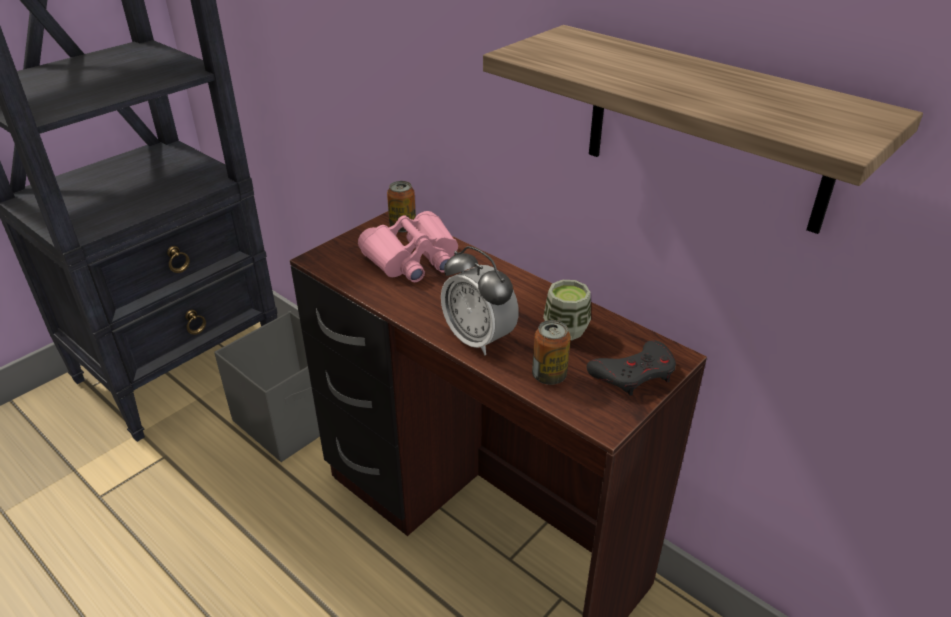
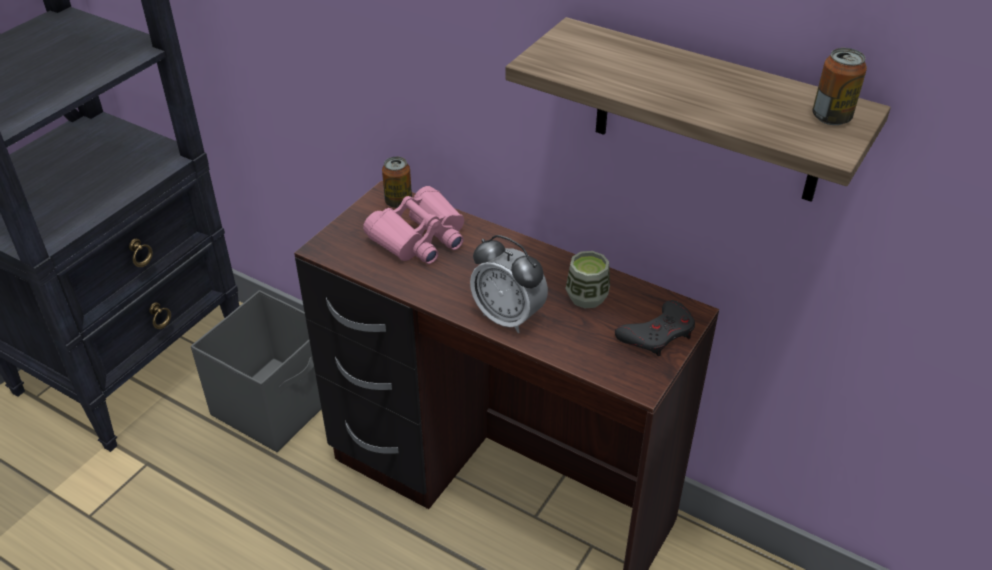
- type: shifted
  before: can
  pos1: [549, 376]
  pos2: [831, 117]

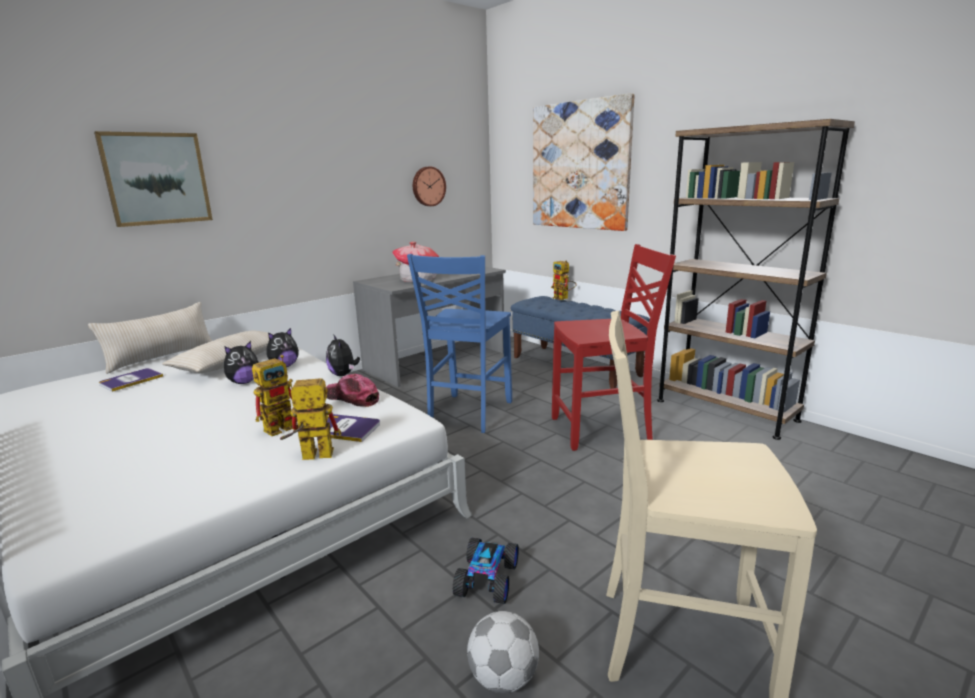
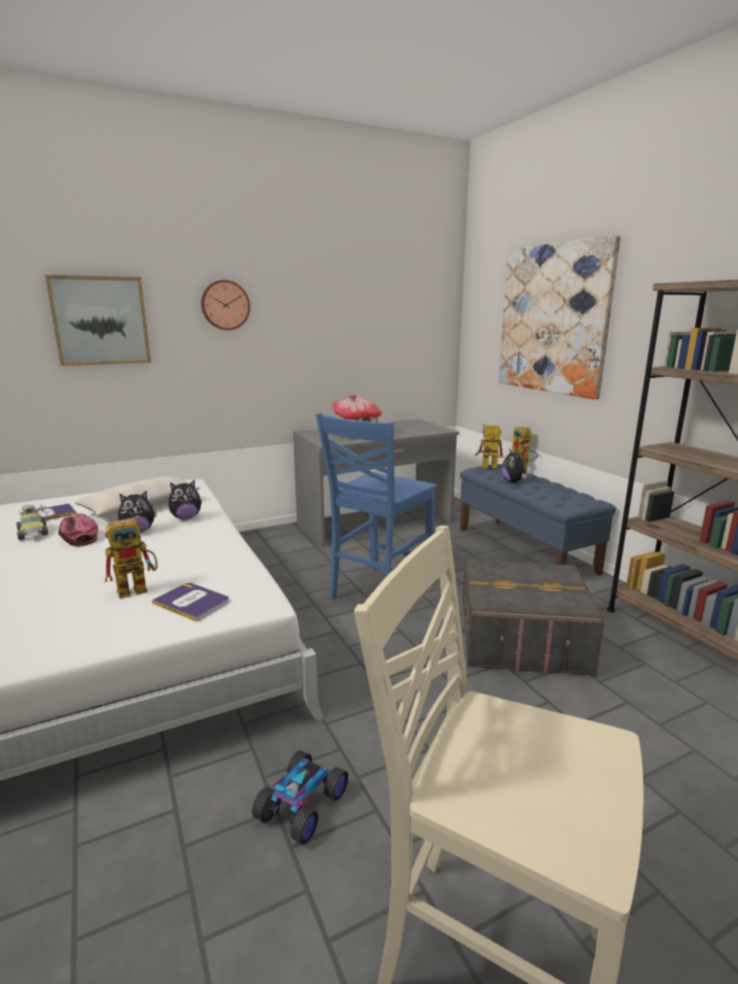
- type: shifted
  before: wall clock
  pos1: [428, 186]
  pos2: [225, 305]
- type: swapped
  before: red chair
  after: grey storage box
  pos1: [603, 430]
  pos2: [522, 637]
- type: gone
  before: beige pillow
  pos1: [161, 357]
- type: shifted
  before: plush toy
  pos1: [343, 374]
  pos2: [513, 482]
- type: shifted
  before: cap
  pos1: [352, 398]
  pos2: [77, 536]
- type: shifted
  before: toy robot
  pos1: [310, 456]
  pos2: [485, 467]
- type: gone
  before: football
  pos1: [504, 677]
- type: new
  after: toy car
  pos2: [34, 532]

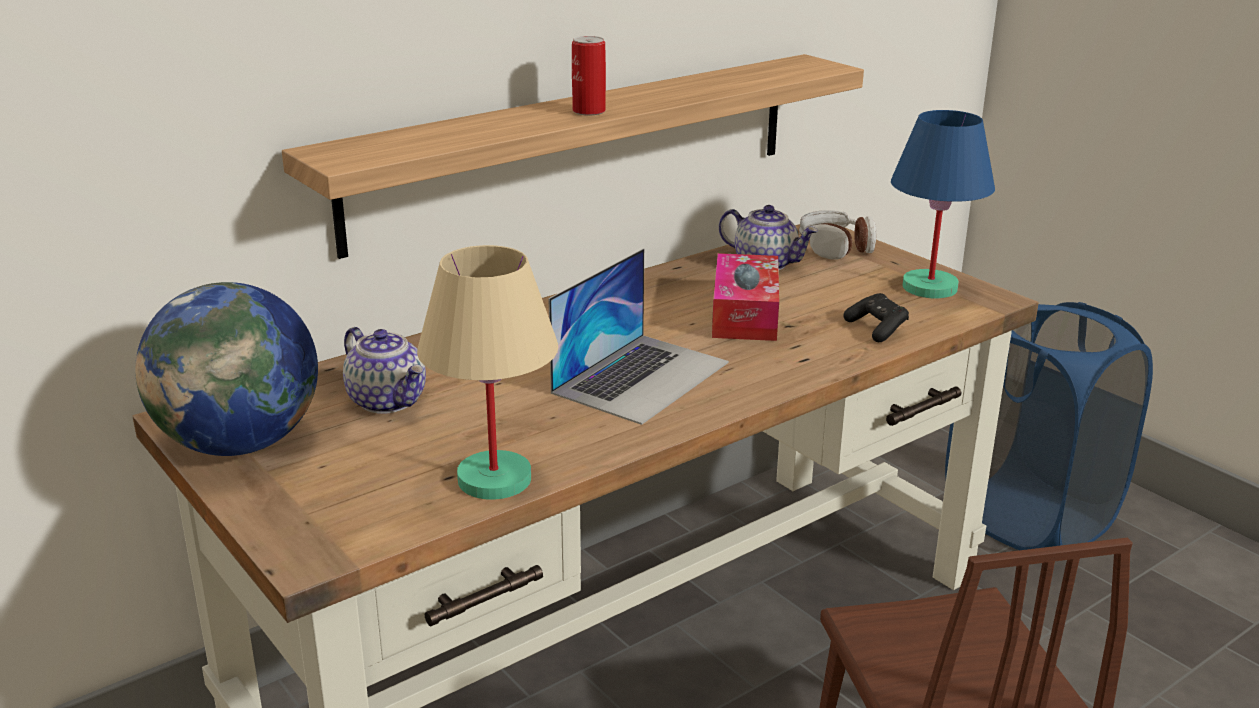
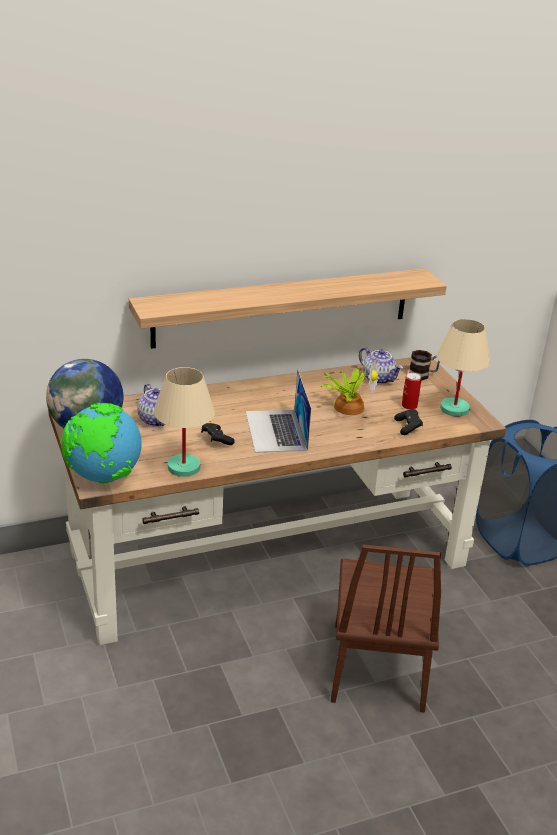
- type: shifted
  before: can
  pos1: [589, 111]
  pos2: [409, 406]
- type: repainted
  before: blue table lamp
  after: beige table lamp
  pos1: [929, 288]
  pos2: [454, 409]
- type: swapped
  before: headphones
  after: mug
  pos1: [835, 247]
  pos2: [423, 375]
- type: rotated
  before: laptop
  pos1: [641, 377]
  pos2: [276, 431]
  turn: 120
- type: swapped
  before: tissue box
  after: potted plant
  pos1: [745, 314]
  pos2: [347, 406]
- type: new
  after: globe
  pos2: [103, 477]
- type: new
  after: black game controller
  pos2: [216, 440]

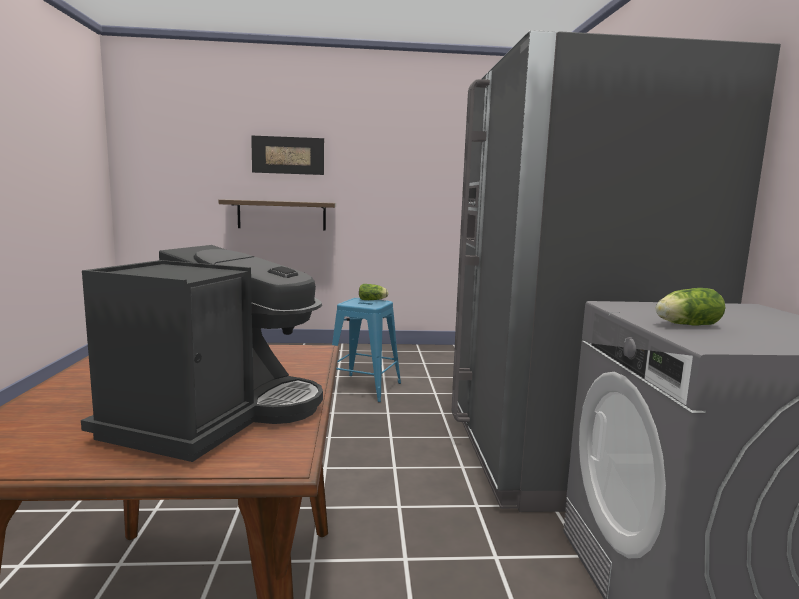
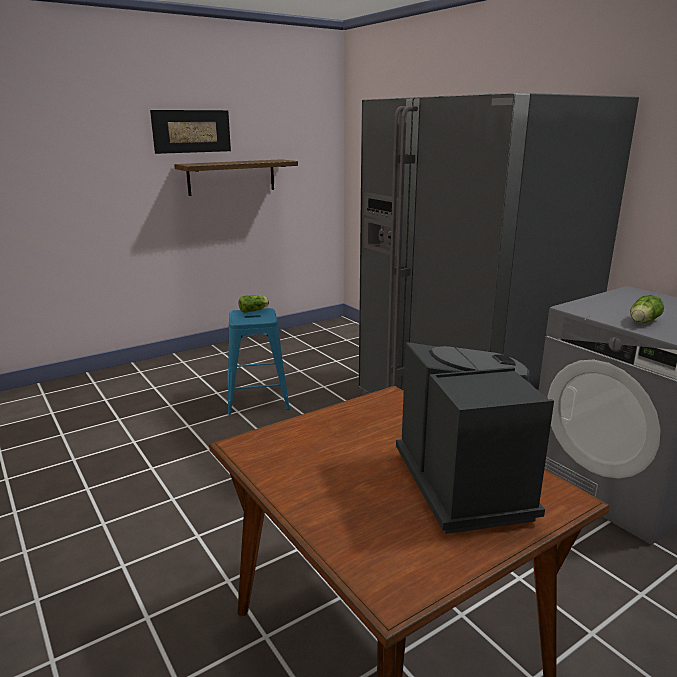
- type: shifted
  before: picture
  pos1: [288, 155]
  pos2: [192, 131]
- type: shifted
  before: shelf
  pos1: [282, 215]
  pos2: [231, 177]

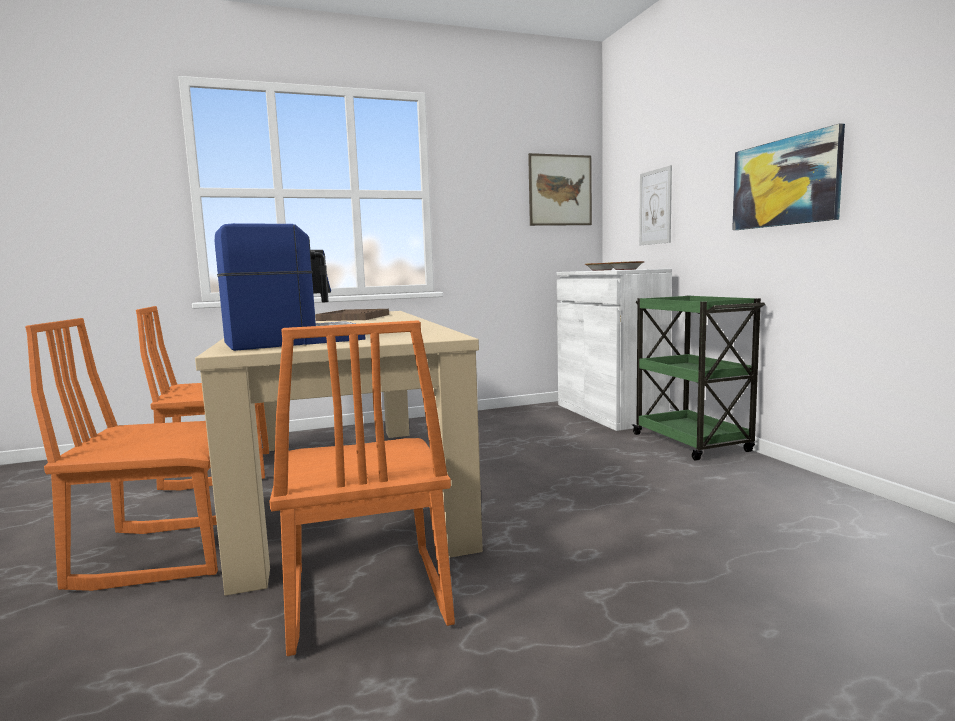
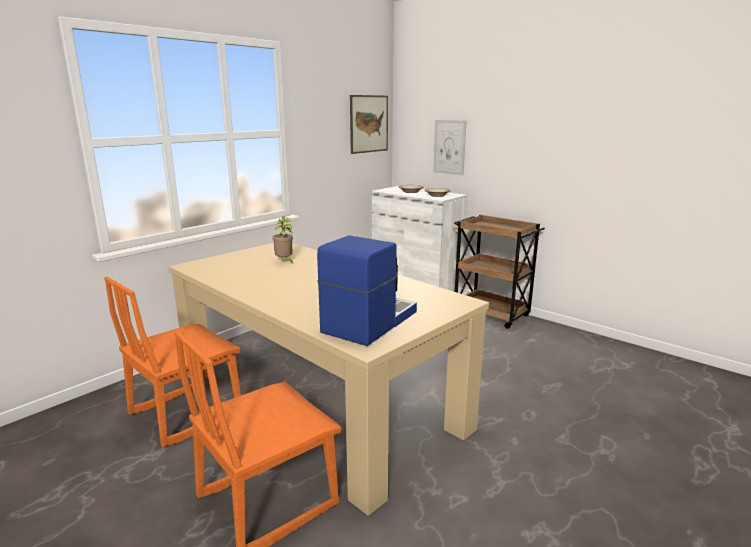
- type: gone
  before: picture
  pos1: [785, 182]
- type: repainted
  before: green cart
  after: brown cart
  pos1: [692, 443]
  pos2: [491, 314]
- type: swapped
  before: brown tray
  after: potted plant
  pos1: [354, 317]
  pos2: [284, 261]
- type: gone
  before: orange chair
  pos1: [364, 598]

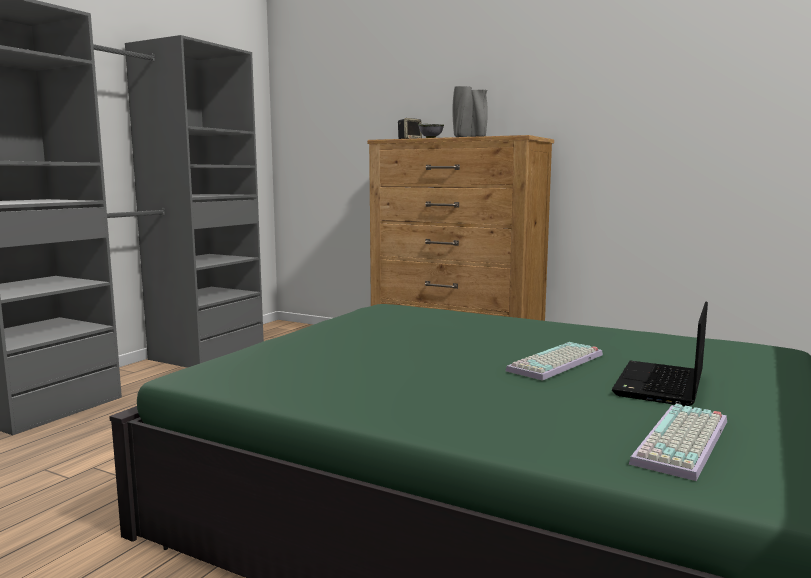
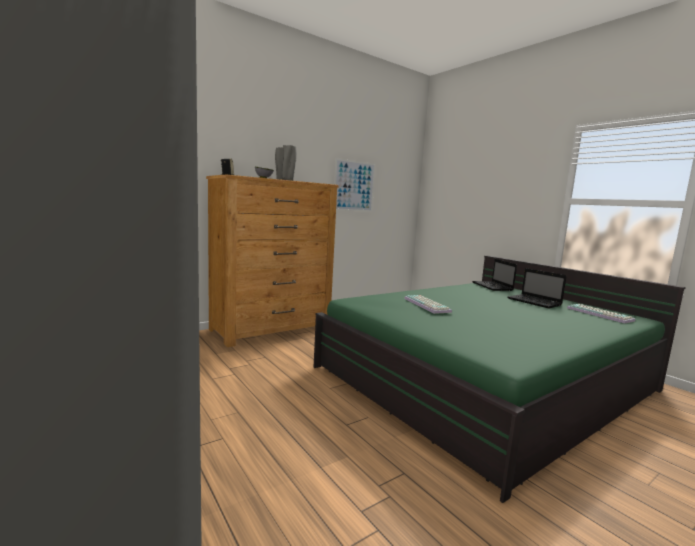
- type: shifted
  before: keyboard
  pos1: [557, 363]
  pos2: [428, 305]
- type: new
  after: picture
  pos2: [354, 186]
- type: new
  after: laptop
  pos2: [493, 287]

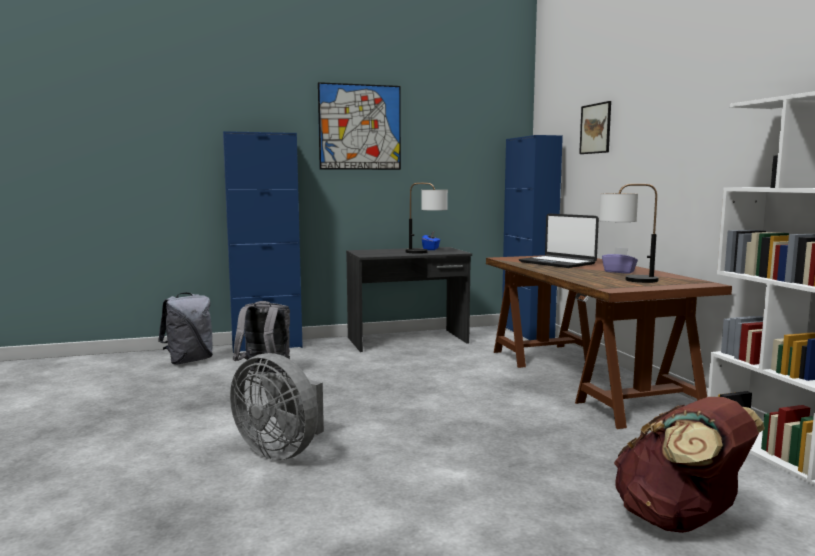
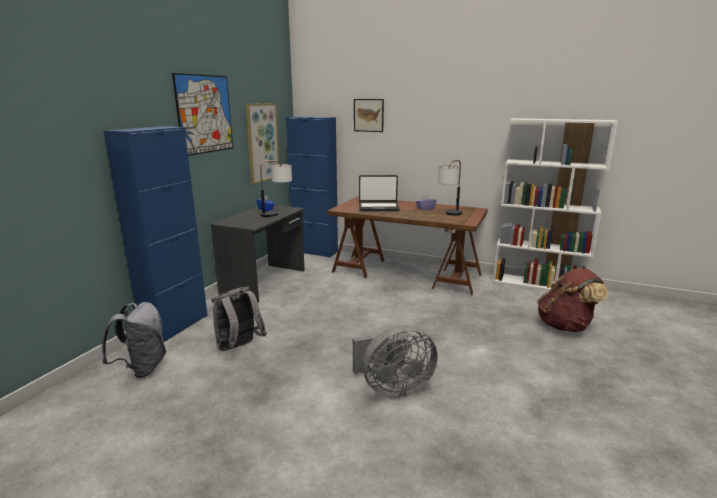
- type: new
  after: picture
  pos2: [262, 142]

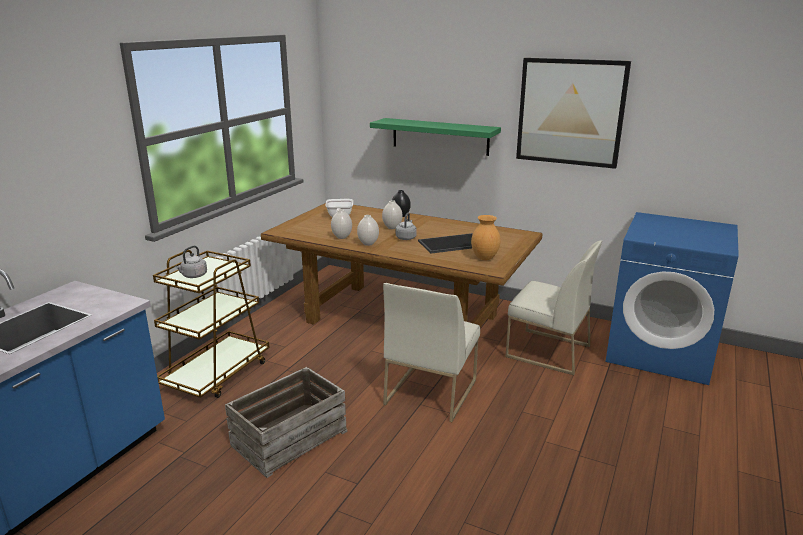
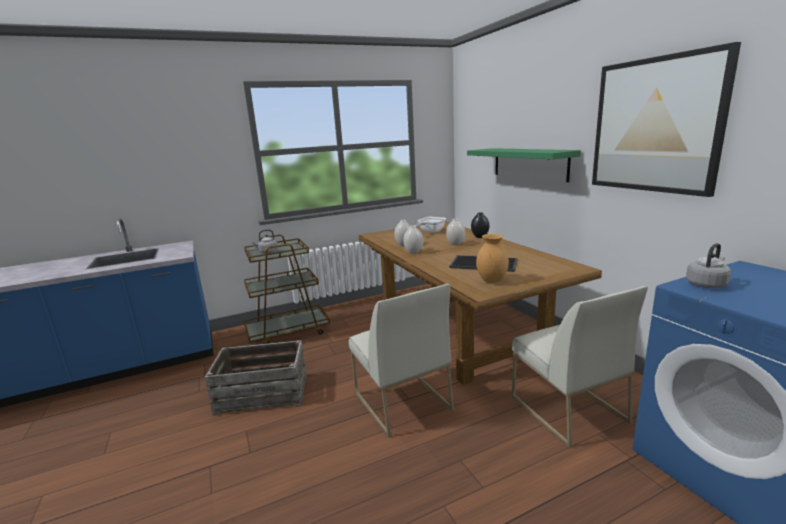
- type: shifted
  before: grey kettle
  pos1: [406, 238]
  pos2: [707, 284]
- type: rotated
  before: white chair
  pos1: [430, 391]
  pos2: [401, 401]
  turn: -90

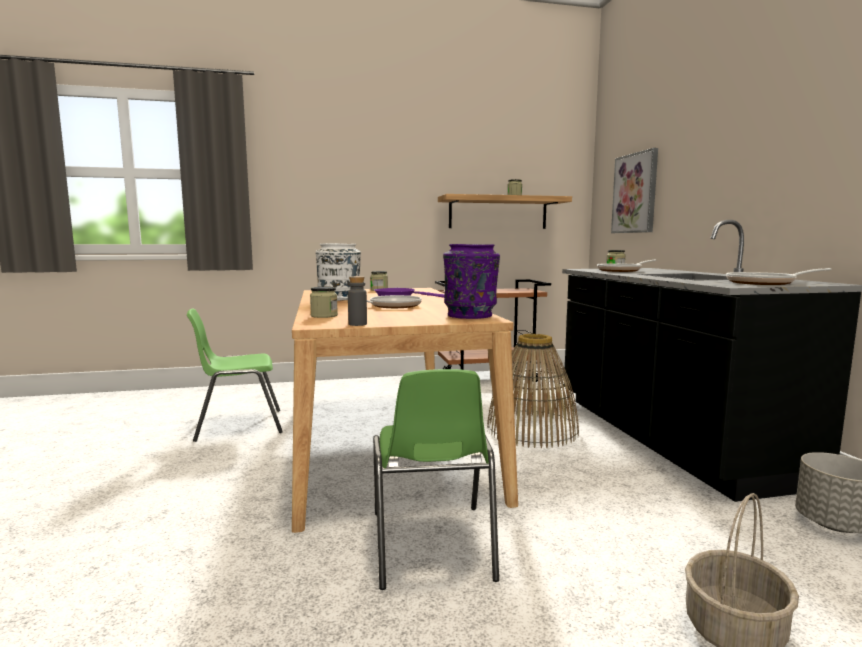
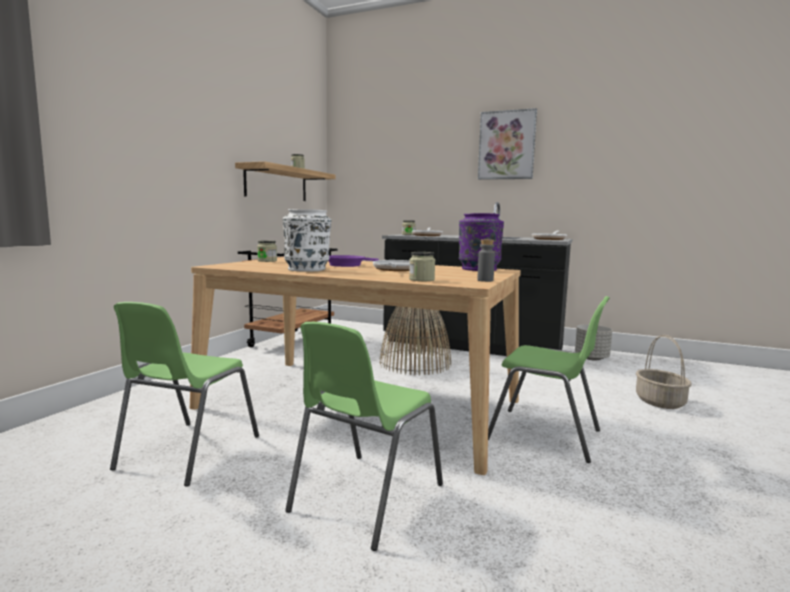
- type: shifted
  before: picture
  pos1: [635, 193]
  pos2: [506, 145]
- type: new
  after: green chair
  pos2: [364, 498]

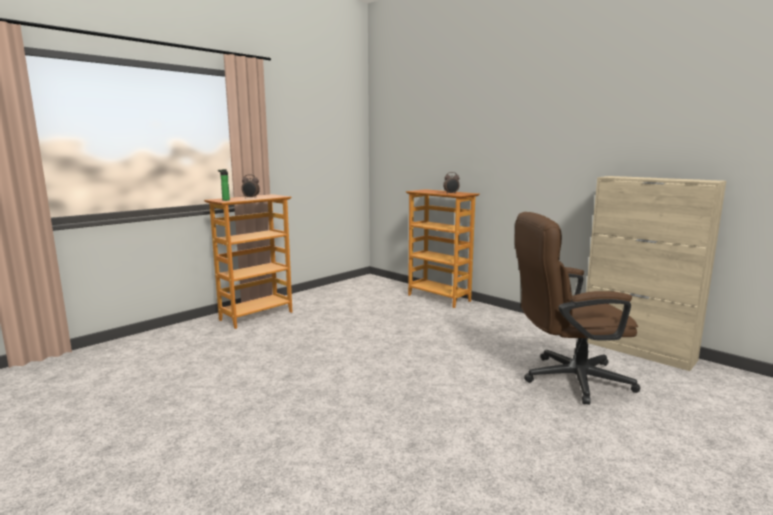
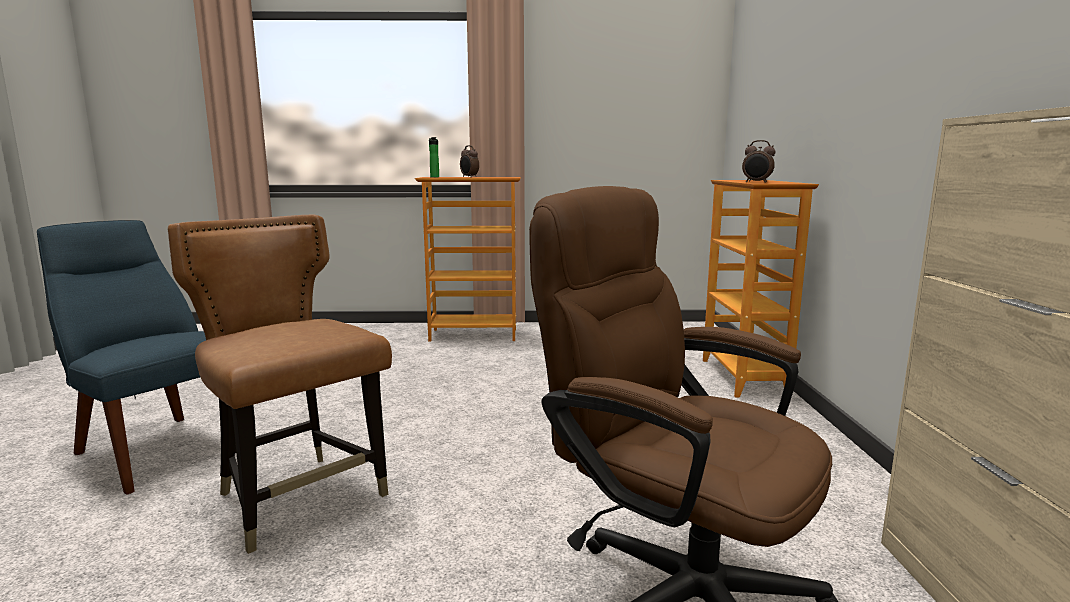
- type: new
  after: brown chair
  pos2: [299, 498]
- type: new
  after: blue chair
  pos2: [156, 449]

